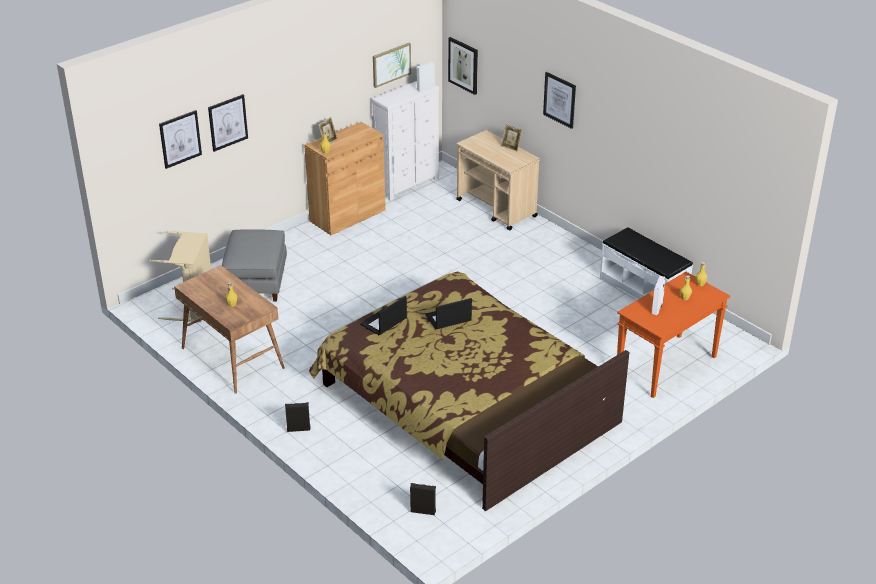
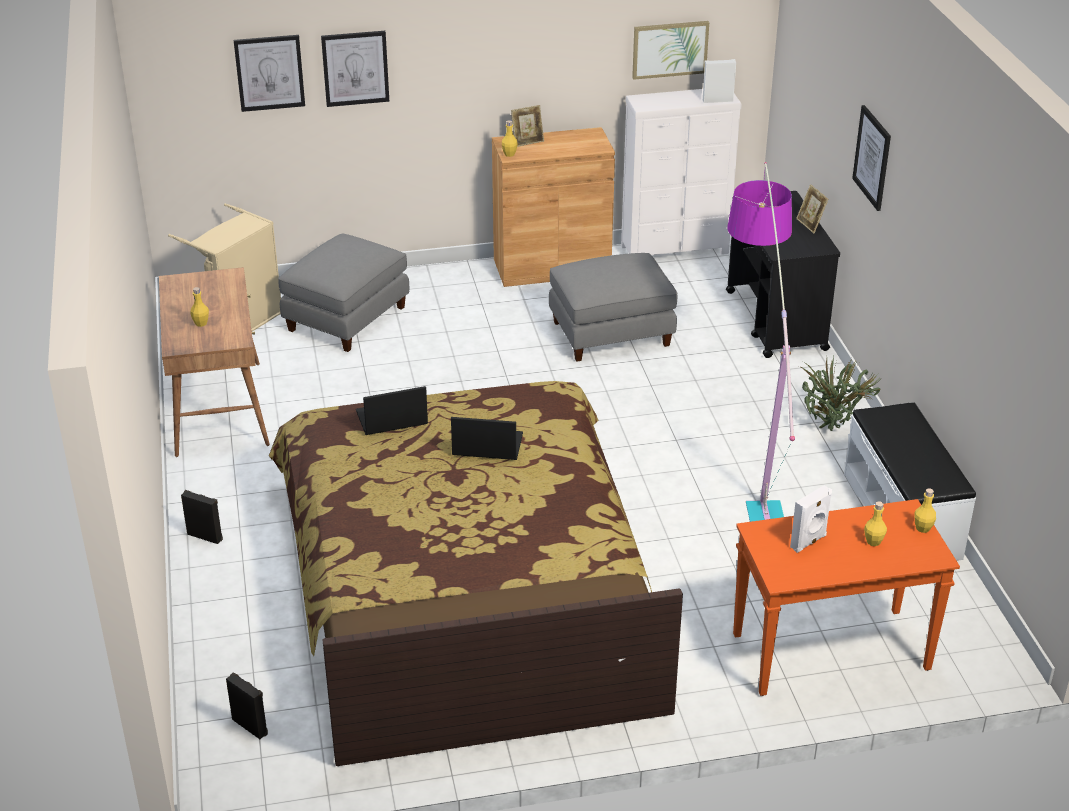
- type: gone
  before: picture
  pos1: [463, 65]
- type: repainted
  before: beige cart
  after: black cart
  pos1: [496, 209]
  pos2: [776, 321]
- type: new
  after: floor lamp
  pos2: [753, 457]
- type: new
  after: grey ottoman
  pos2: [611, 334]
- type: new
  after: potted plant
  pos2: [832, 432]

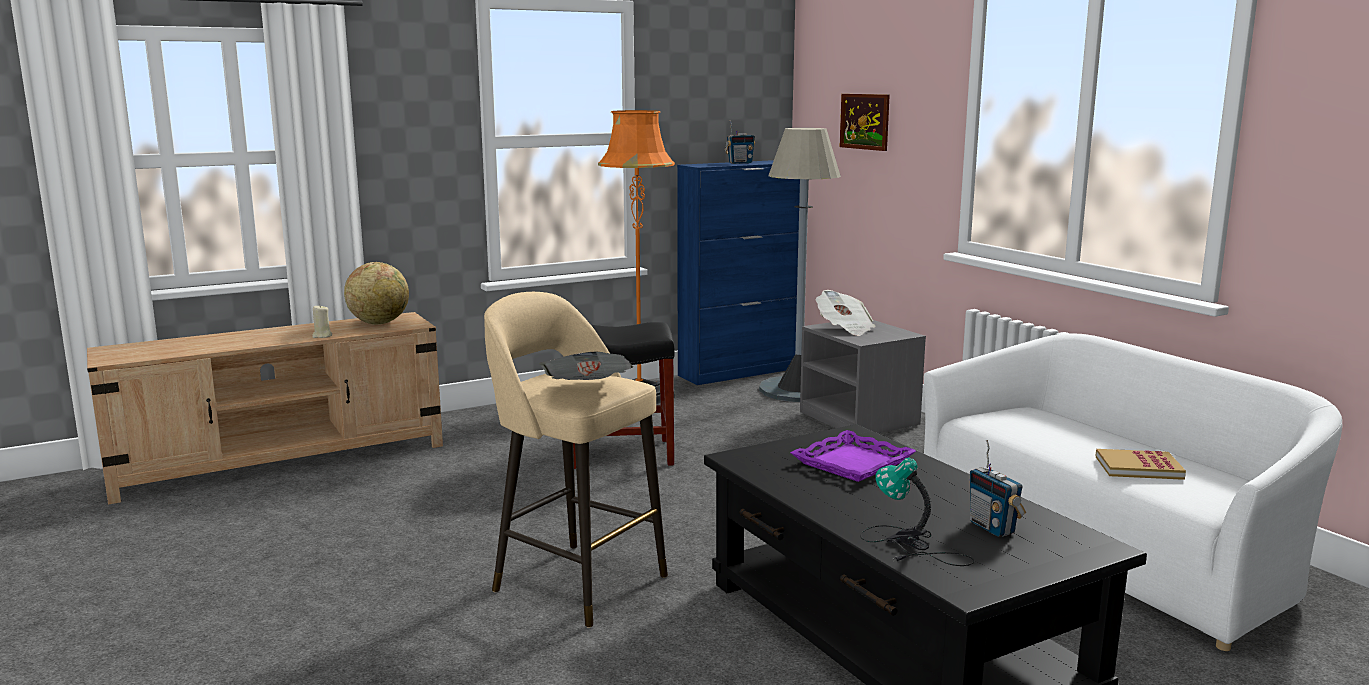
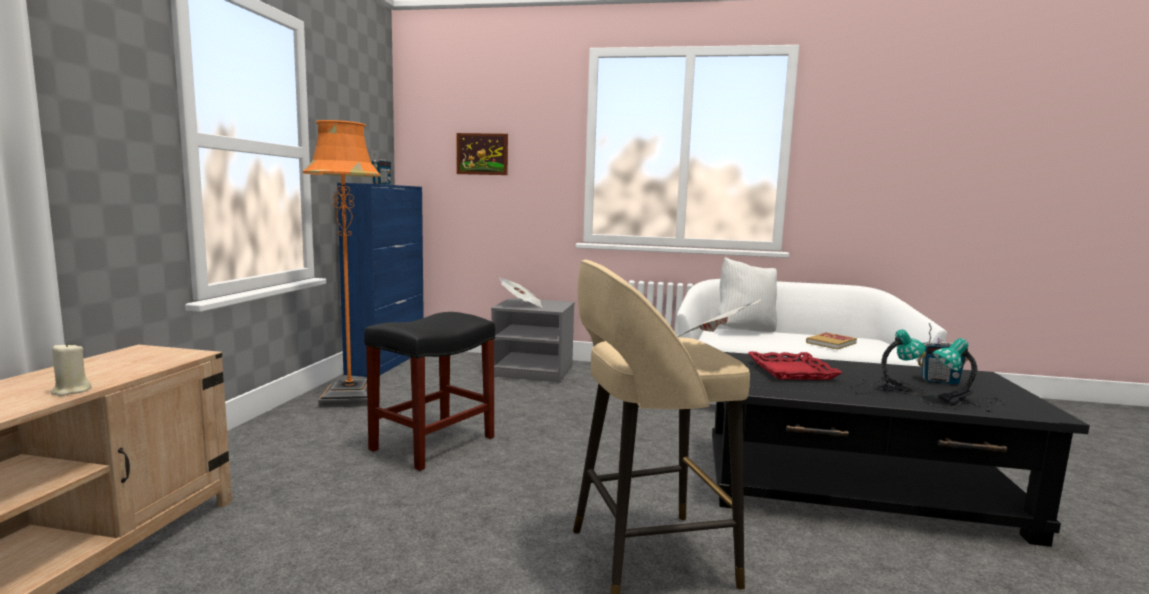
- type: gone
  before: grey floor lamp
  pos1: [798, 390]
- type: gone
  before: globe
  pos1: [379, 323]
- type: repainted
  before: purple tray
  after: red tray
  pos1: [852, 463]
  pos2: [790, 371]
- type: new
  after: white pillow
  pos2: [745, 330]
- type: new
  after: table lamp
  pos2: [886, 388]

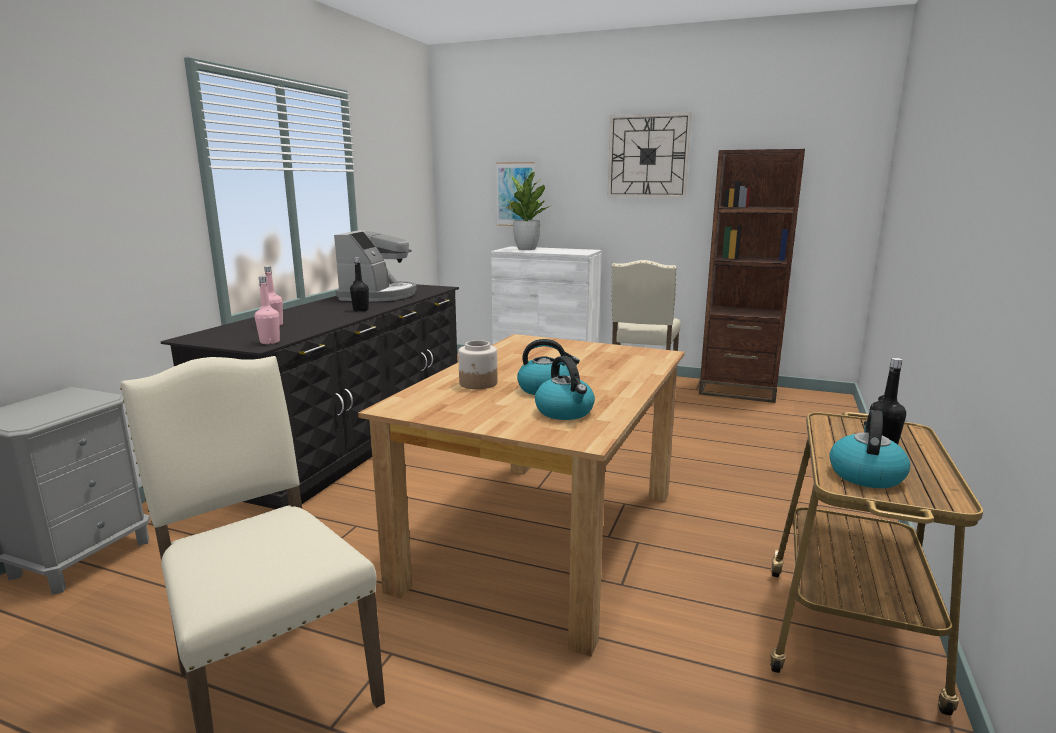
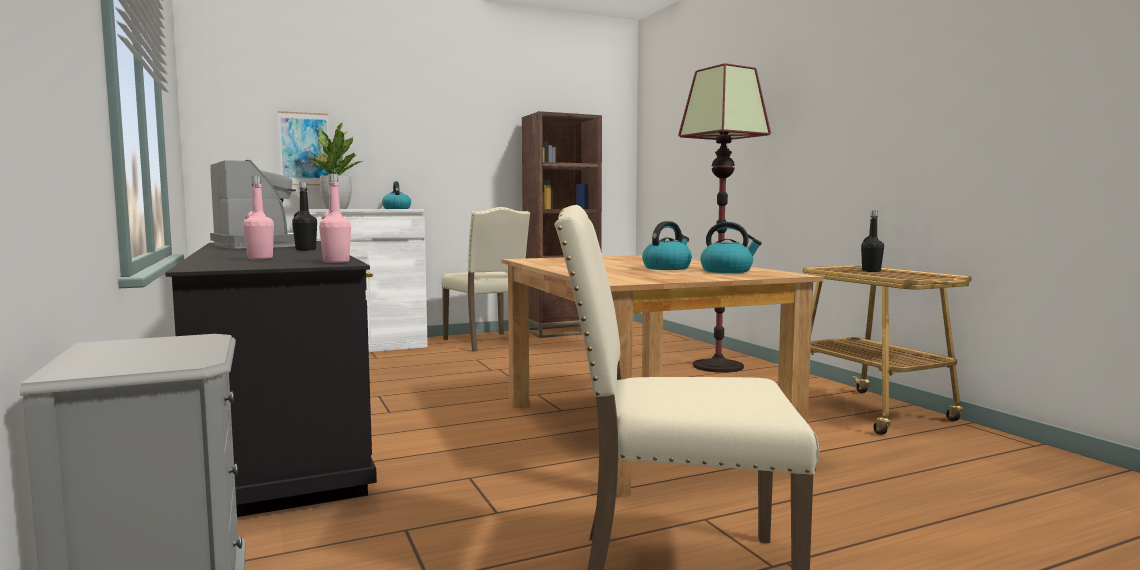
- type: gone
  before: wall clock
  pos1: [648, 156]
- type: gone
  before: jar
  pos1: [478, 383]
- type: shifted
  before: kettle
  pos1: [865, 475]
  pos2: [396, 208]
- type: new
  after: floor lamp
  pos2: [718, 366]

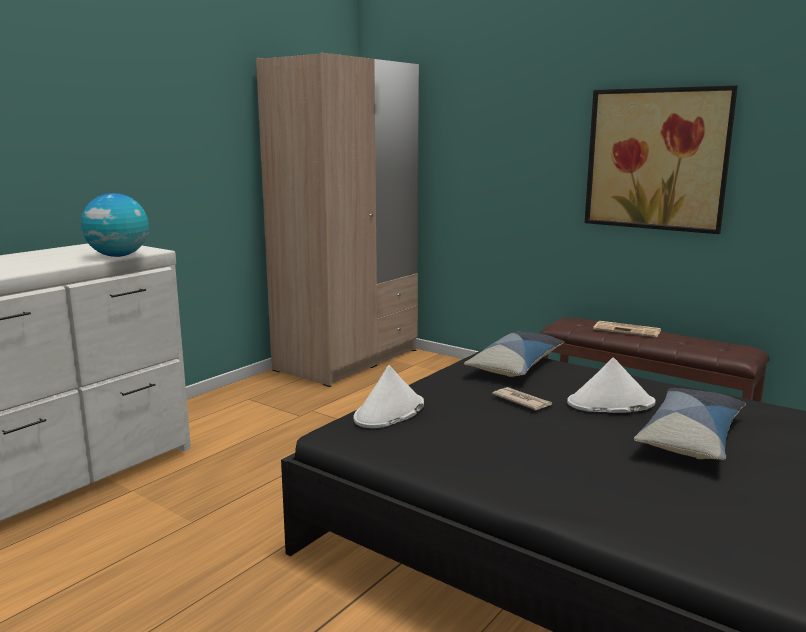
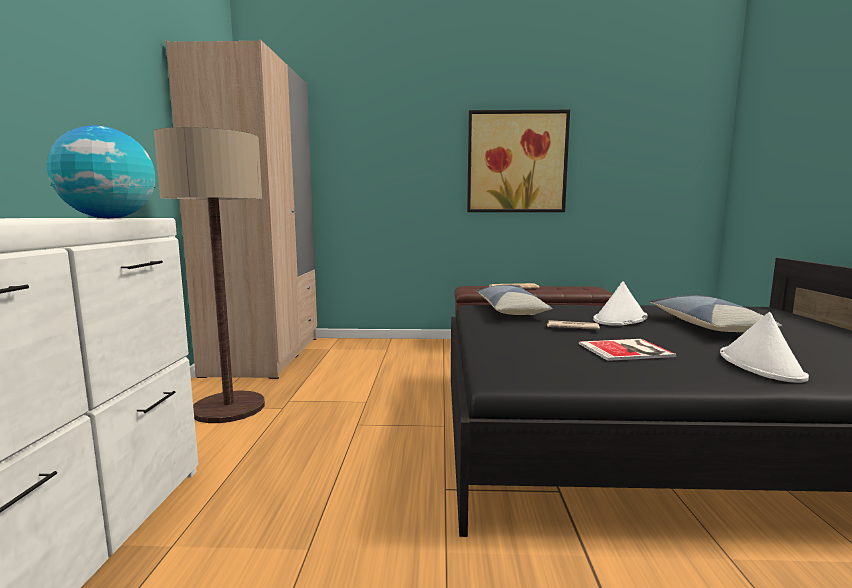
- type: shifted
  before: white hat
  pos1: [389, 412]
  pos2: [761, 365]
- type: new
  after: floor lamp
  pos2: [229, 408]
- type: new
  after: book
  pos2: [628, 350]

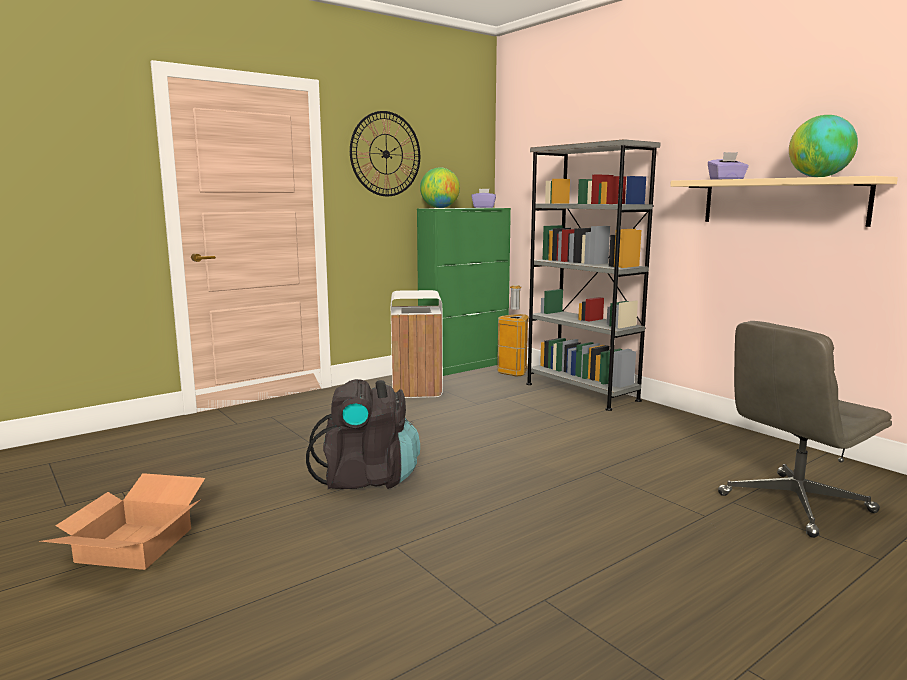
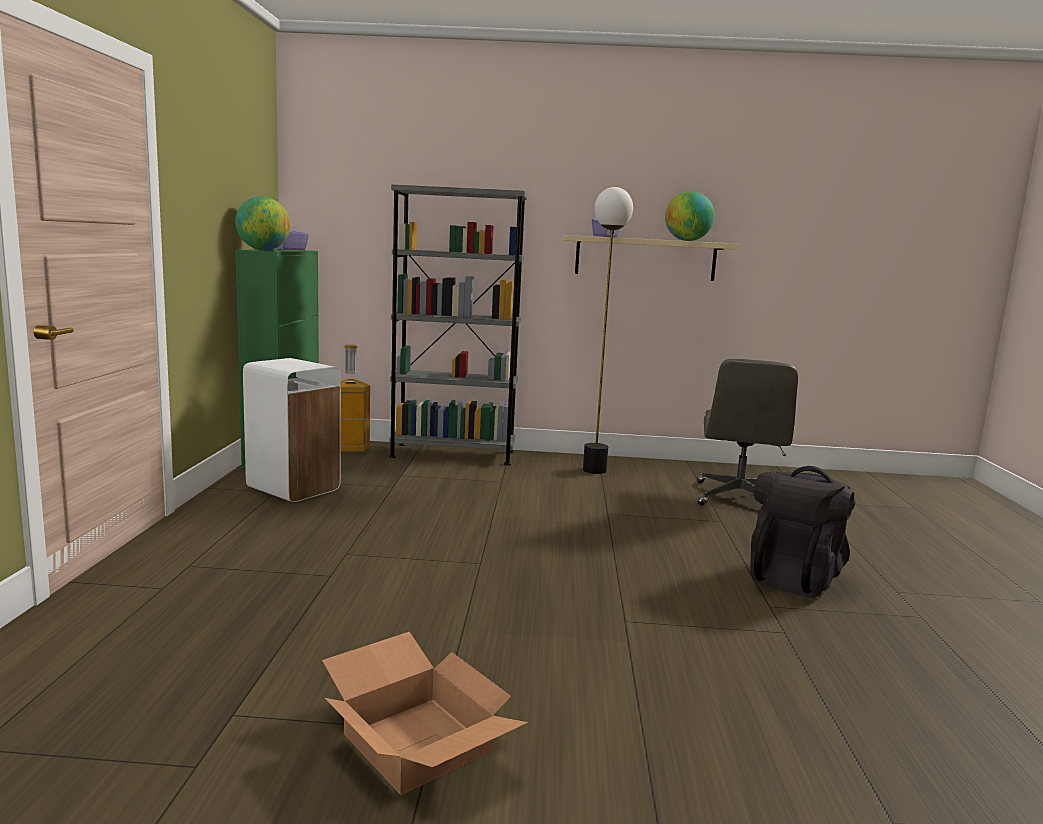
- type: gone
  before: wall clock
  pos1: [386, 154]
- type: shifted
  before: black backpack
  pos1: [367, 478]
  pos2: [794, 577]
- type: new
  after: floor lamp
  pos2: [595, 470]

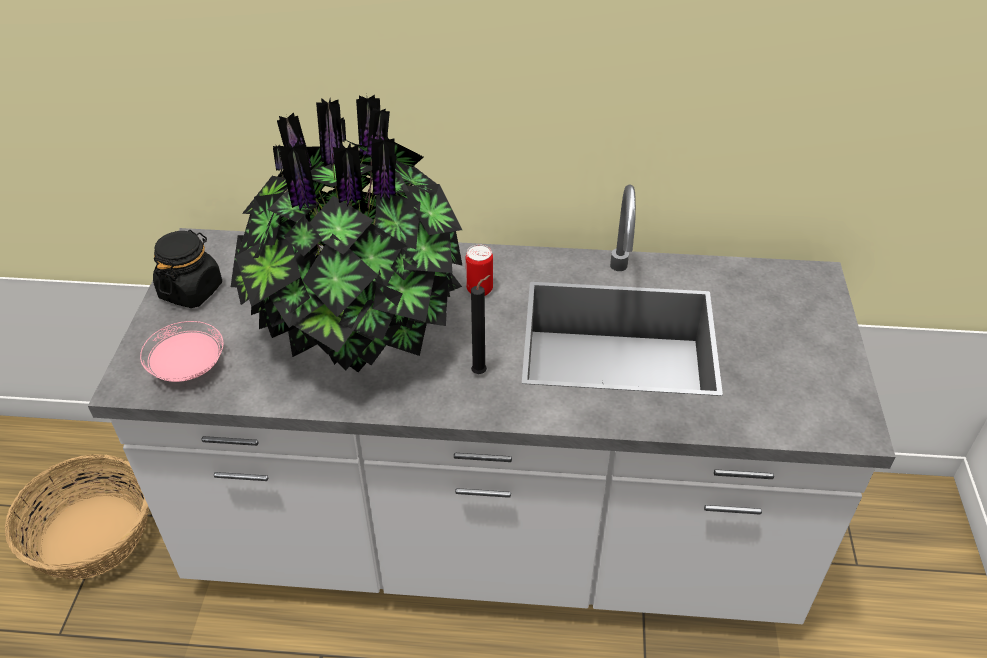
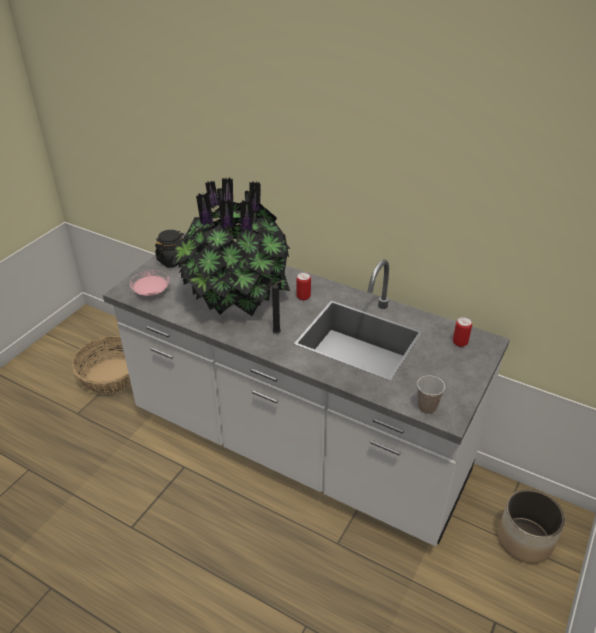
- type: new
  after: can
  pos2: [460, 342]
- type: new
  after: cup
  pos2: [427, 407]
- type: new
  after: planter
  pos2: [525, 540]

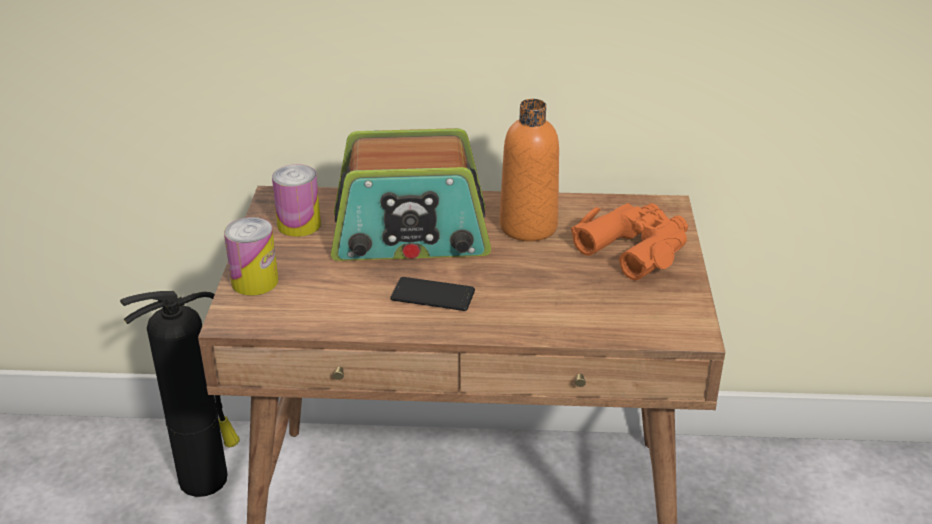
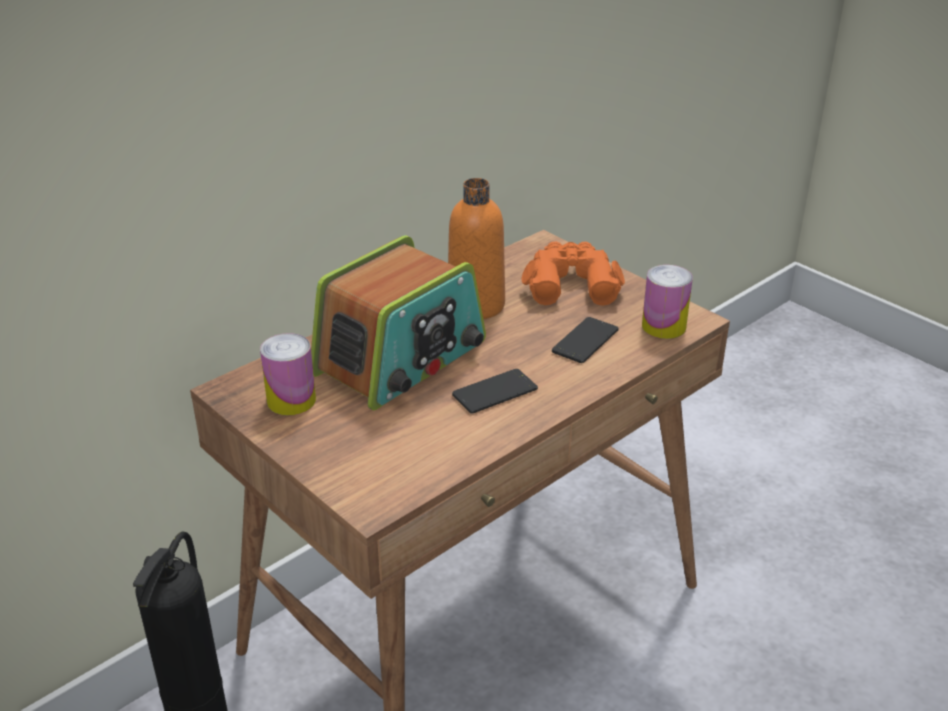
- type: shifted
  before: can
  pos1: [255, 281]
  pos2: [663, 326]
- type: new
  after: phone
  pos2: [585, 341]

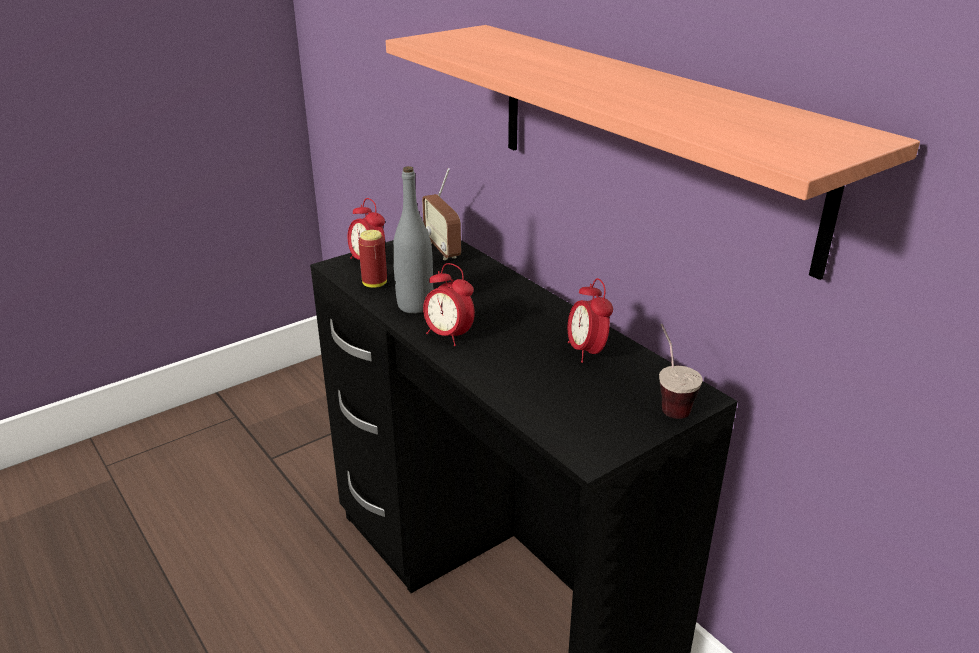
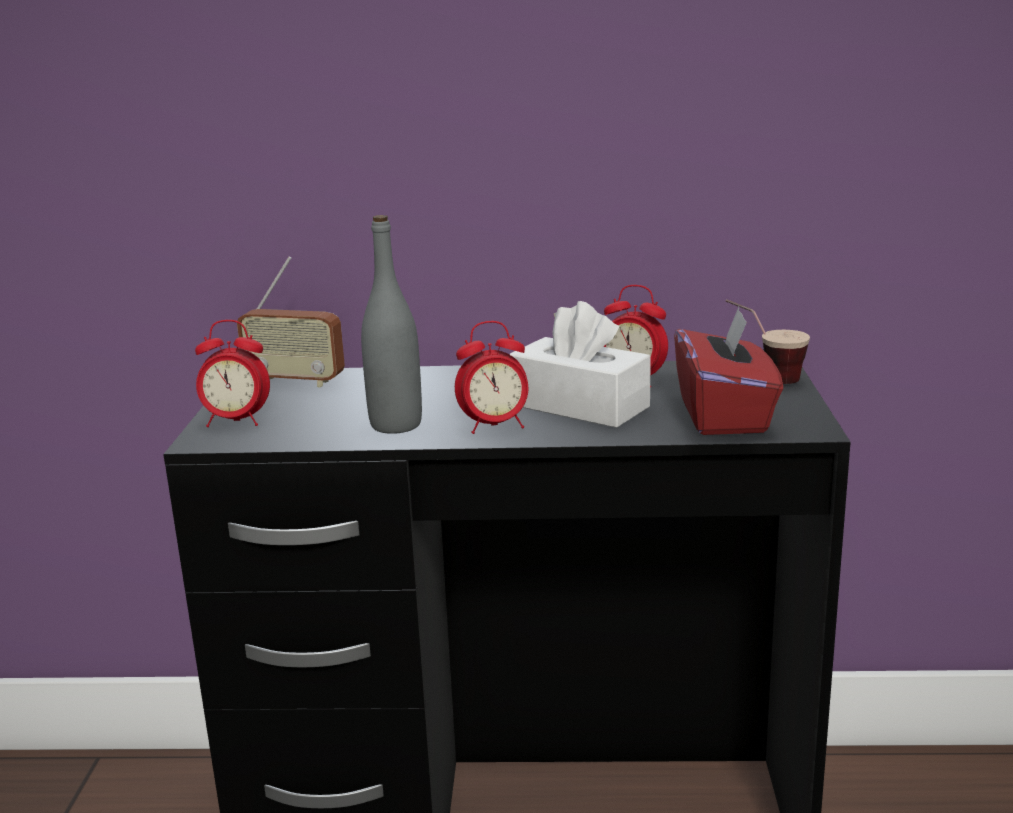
- type: gone
  before: shelf
  pos1: [646, 138]
- type: gone
  before: can
  pos1: [374, 284]
- type: new
  after: white tissue box
  pos2: [579, 406]
- type: new
  after: red tissue box
  pos2: [724, 415]

